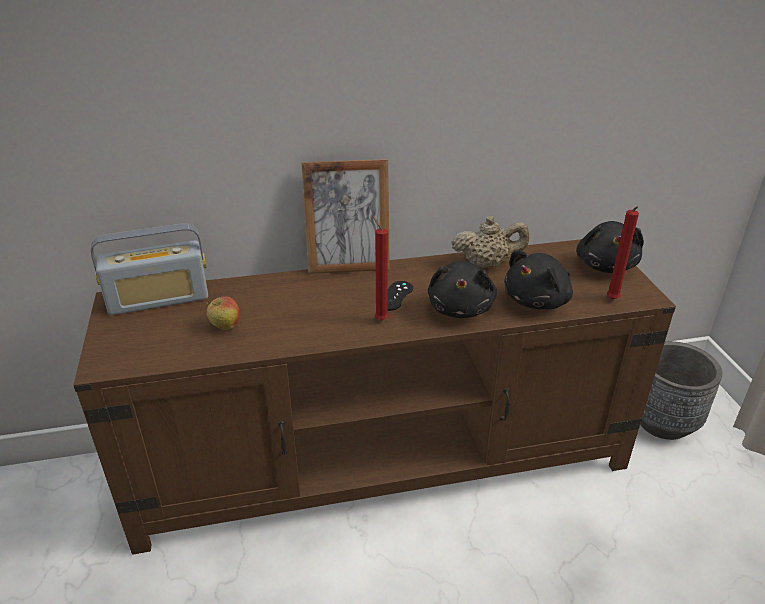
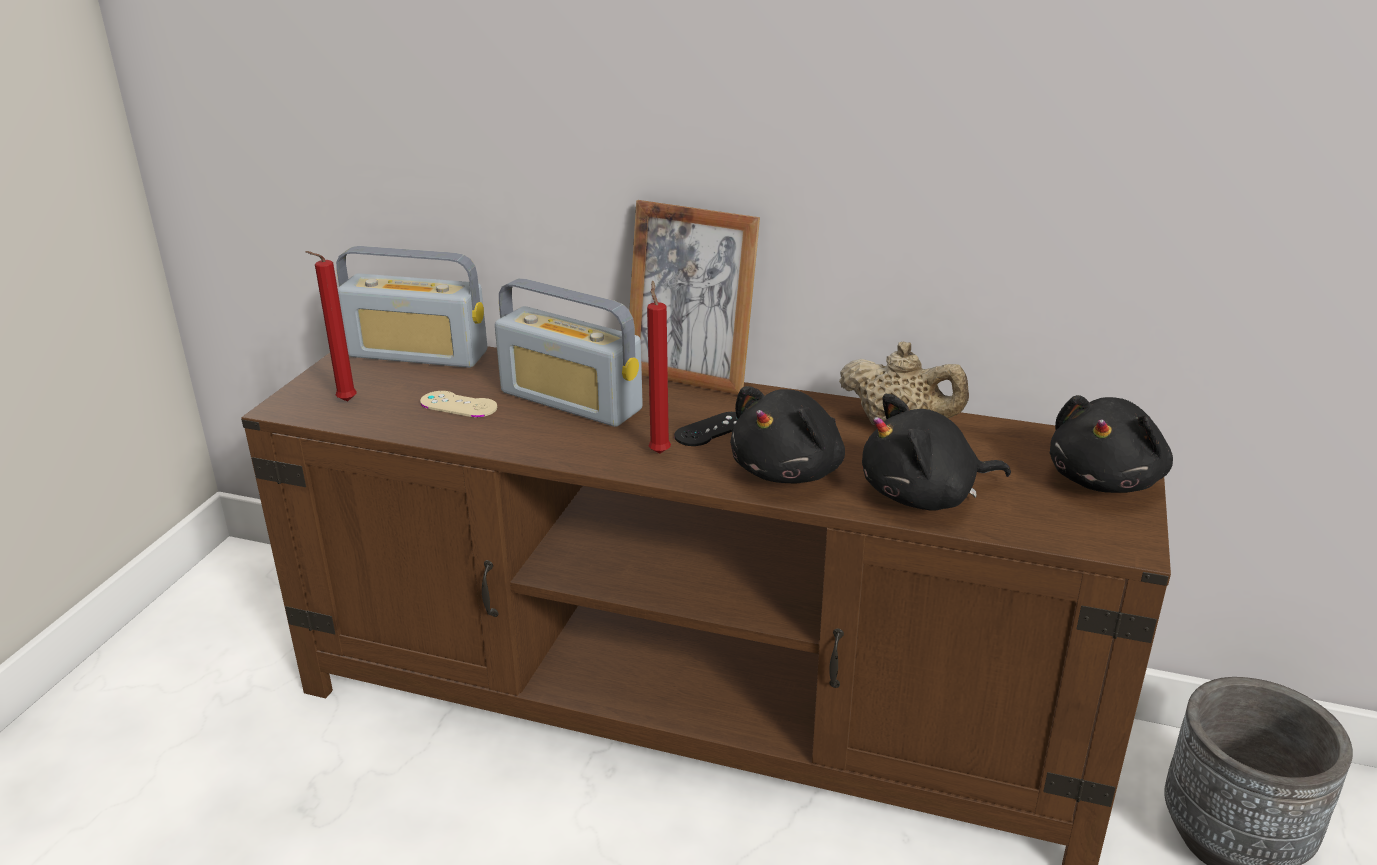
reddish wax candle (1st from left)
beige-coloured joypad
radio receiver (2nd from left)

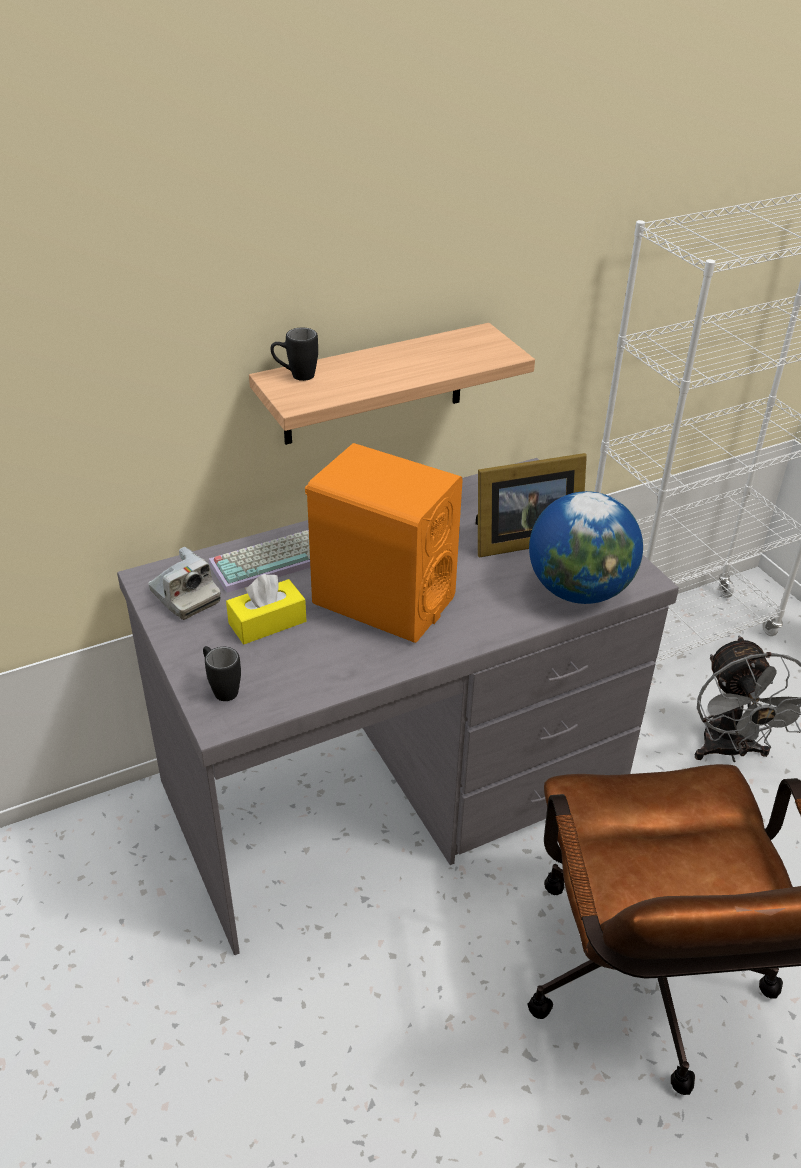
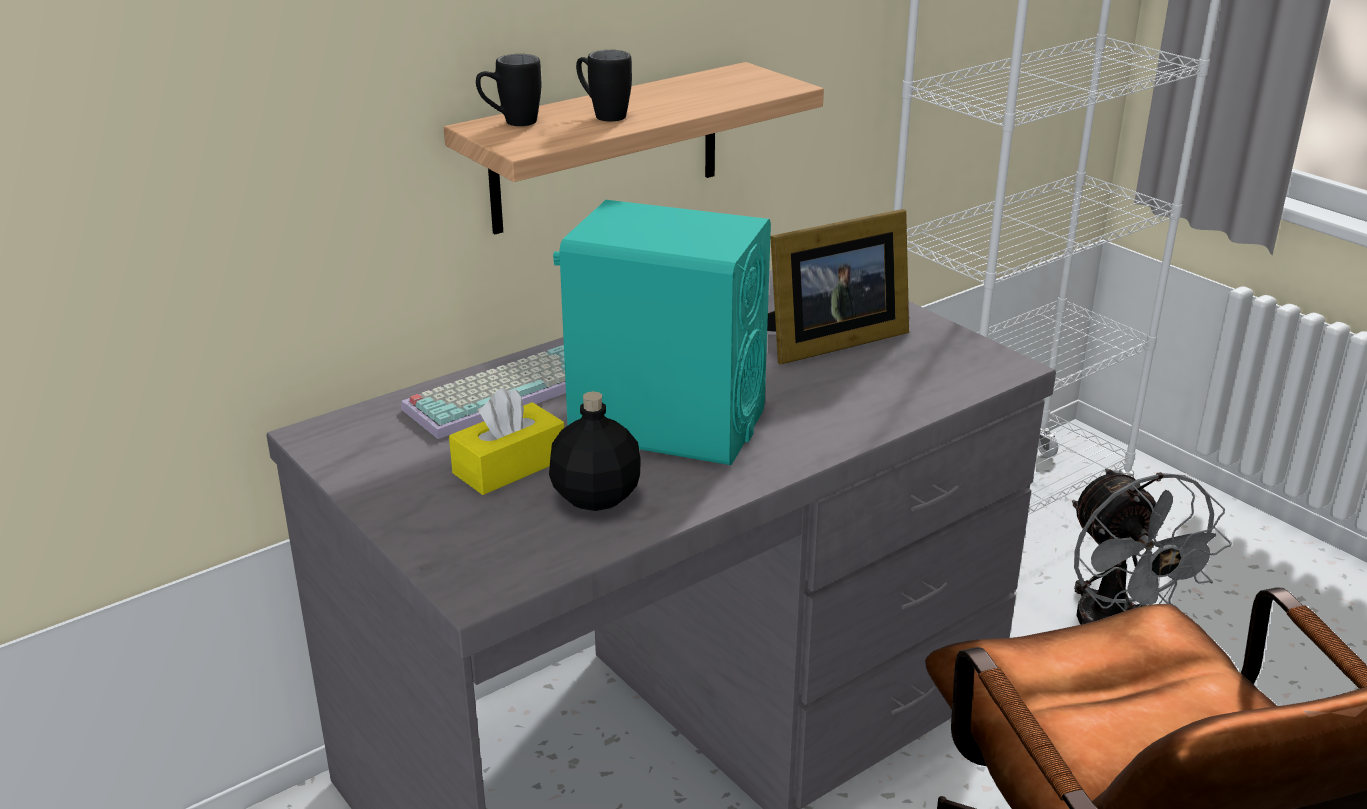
black-coloured bottle
blue-green loudspeaker
black-coloured mug (2nd from left)
photo camera
globe

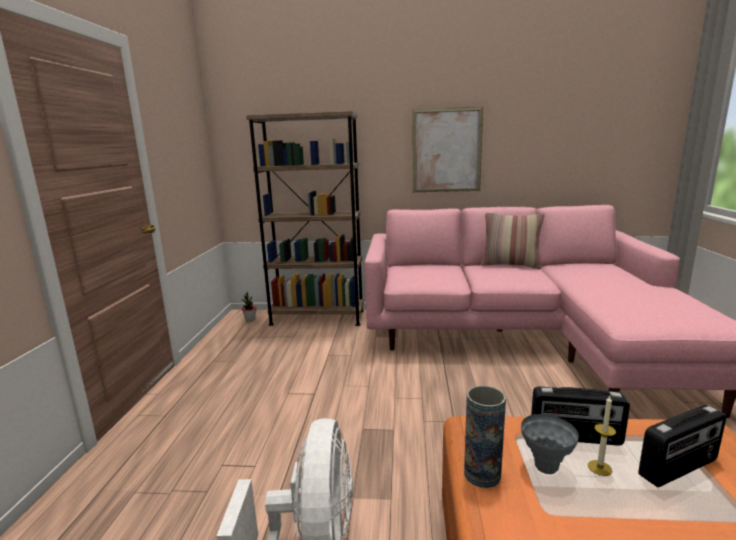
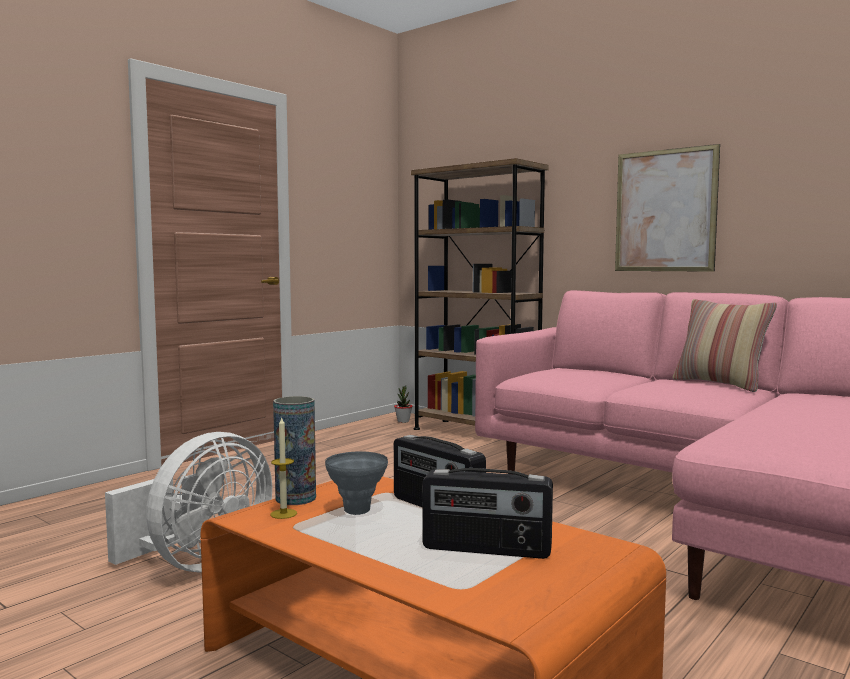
wax candle

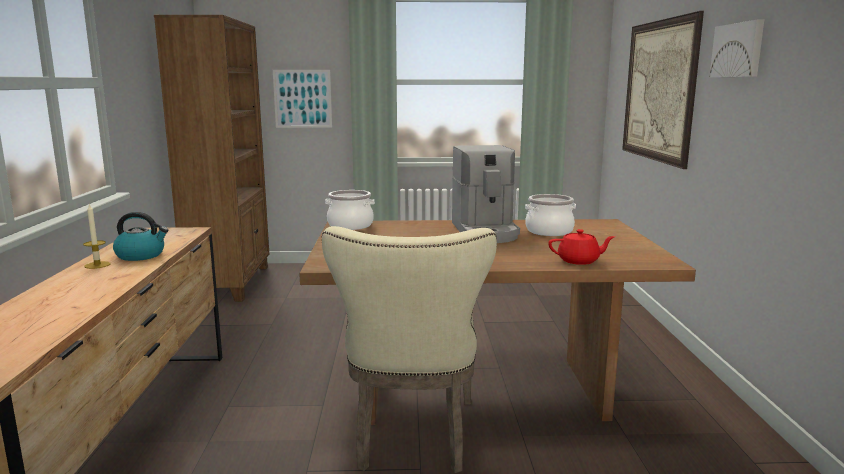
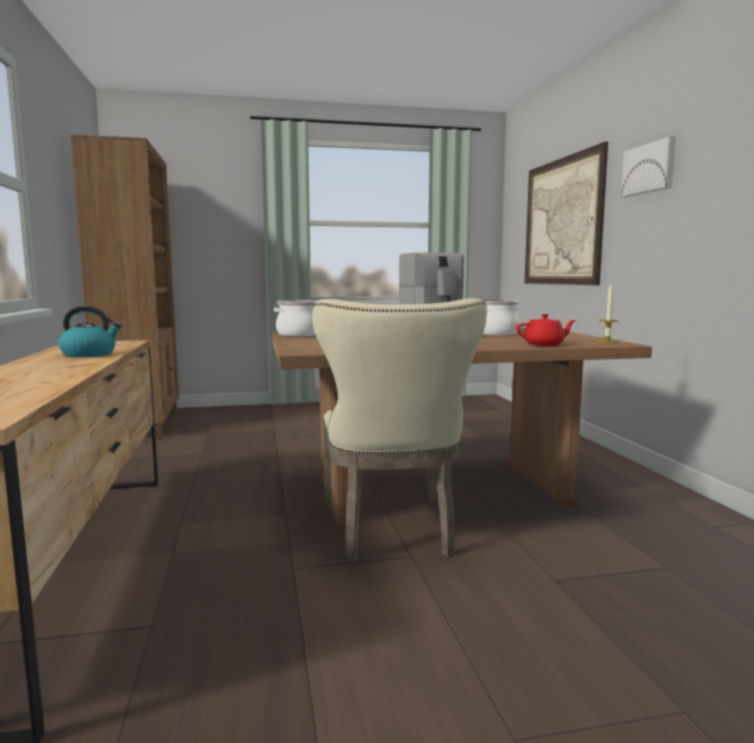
wax candle
wall art (1st from left in the first image)

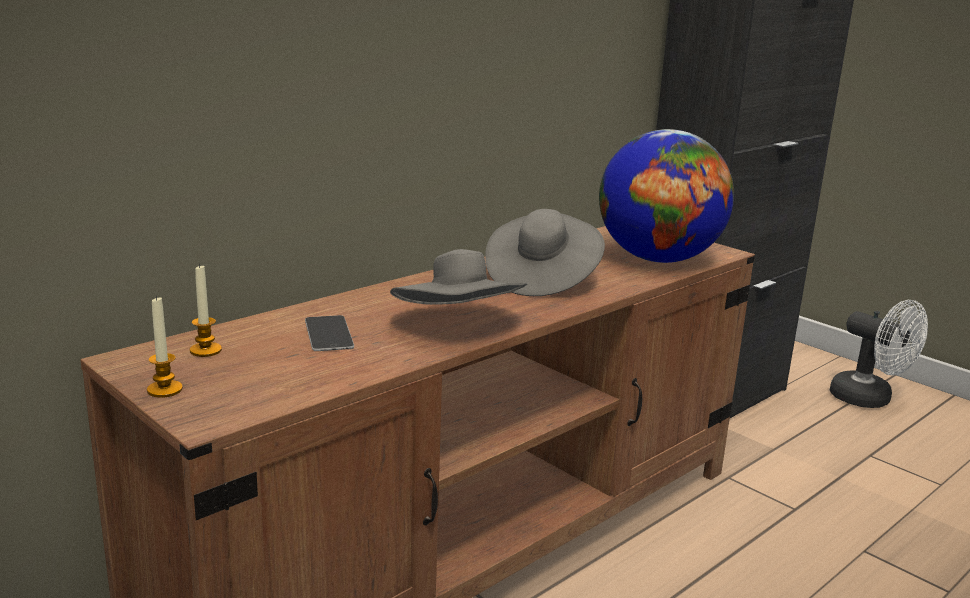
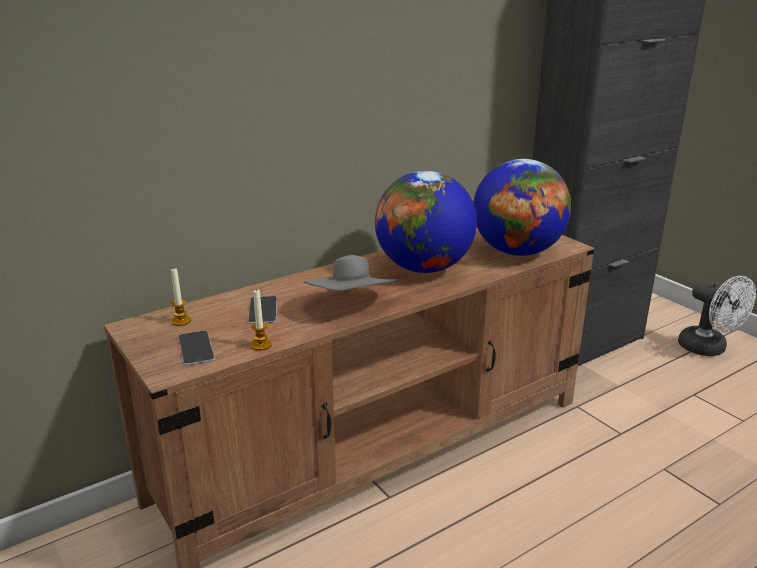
telephone (1st from left)
wax candle (2nd from left)
globe (1st from left)

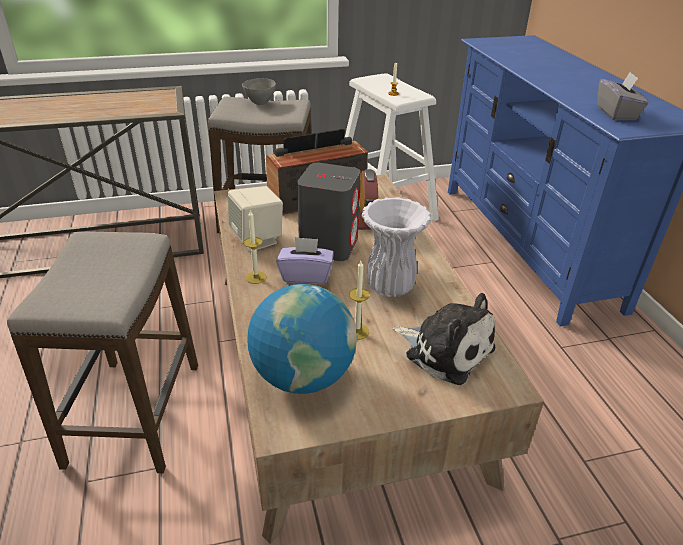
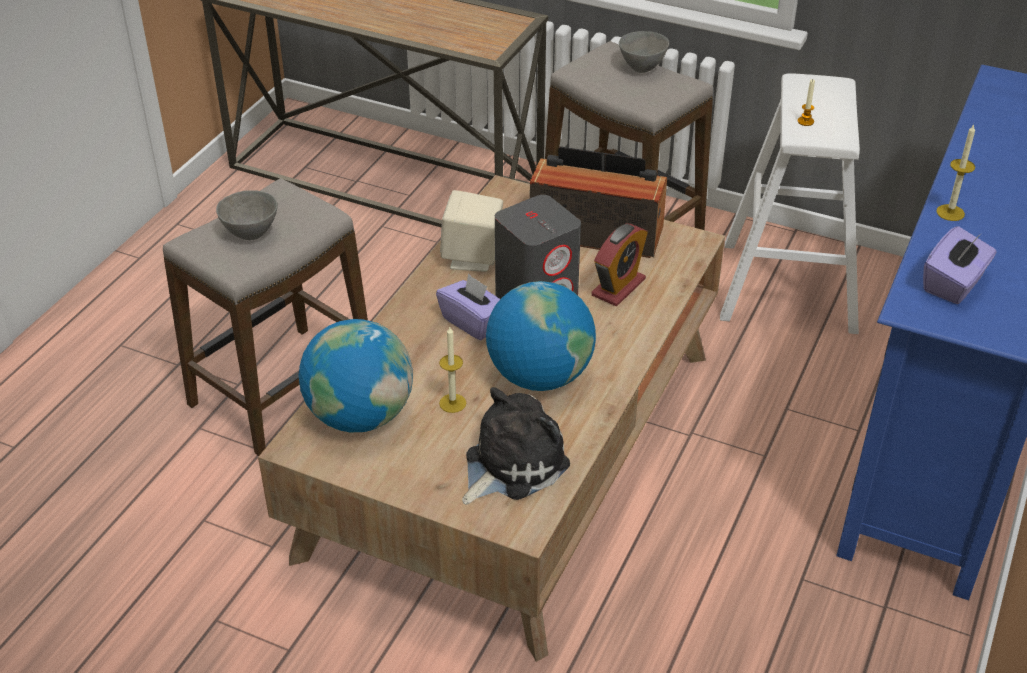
gray deep dish (1st from left)
plush toy
globe (2nd from left)
purple tissue box (2nd from left)
wax candle (3rd from left)

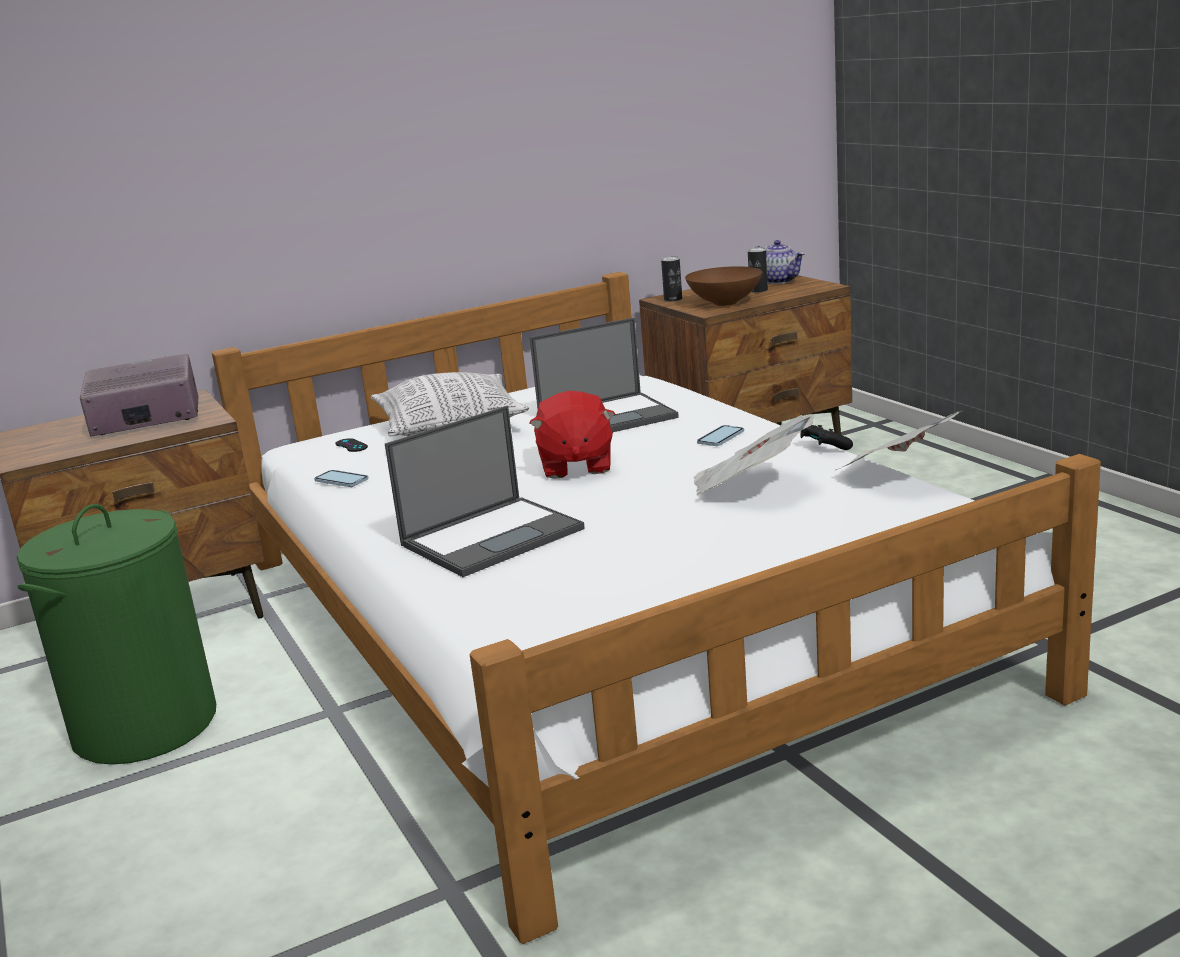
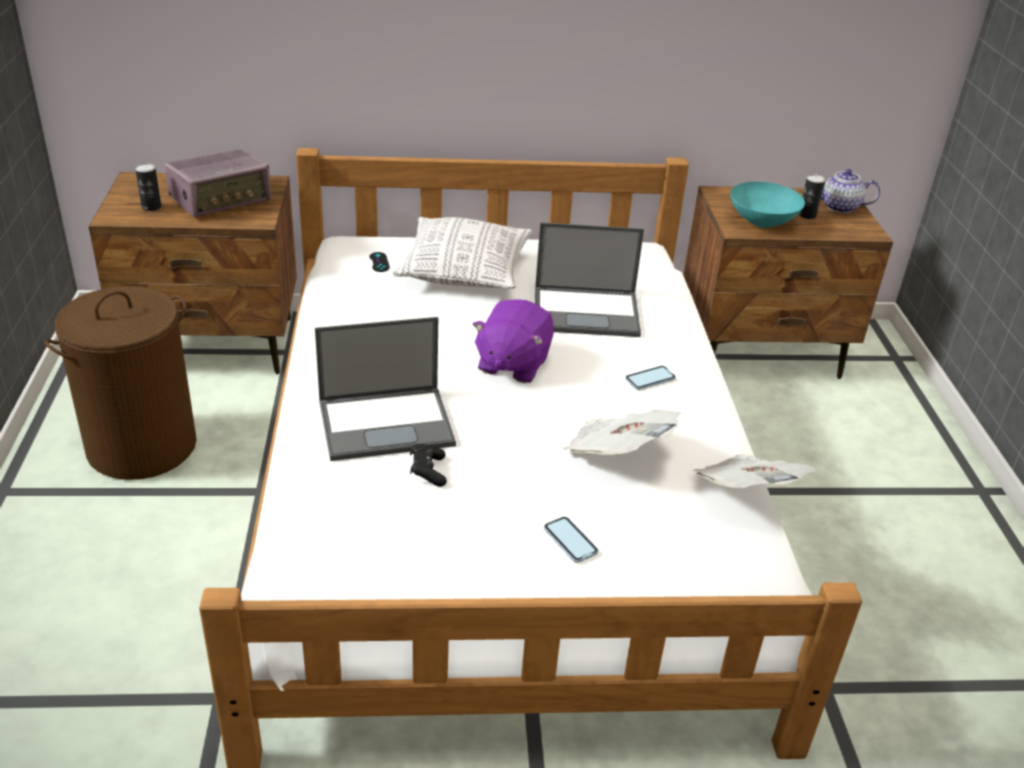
brown laundry basket
metal can (1st from left)
radio receiver
black-coloured joypad (2nd from left)
purple plush toy
telephone (1st from left)
blue-green deep dish
tea pot

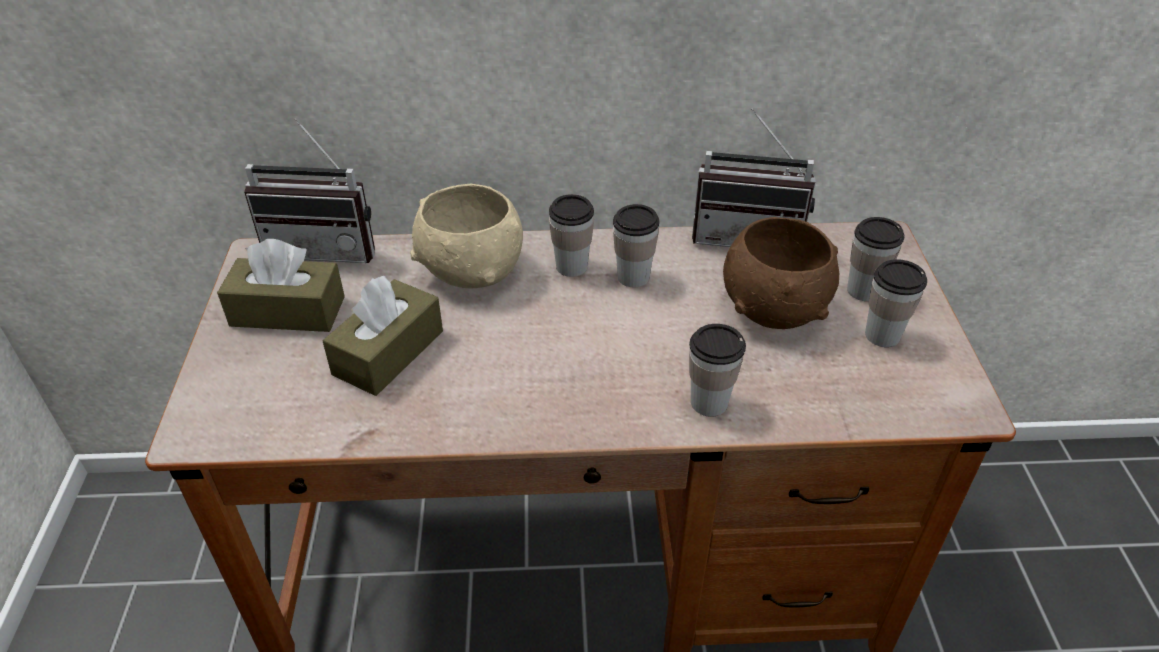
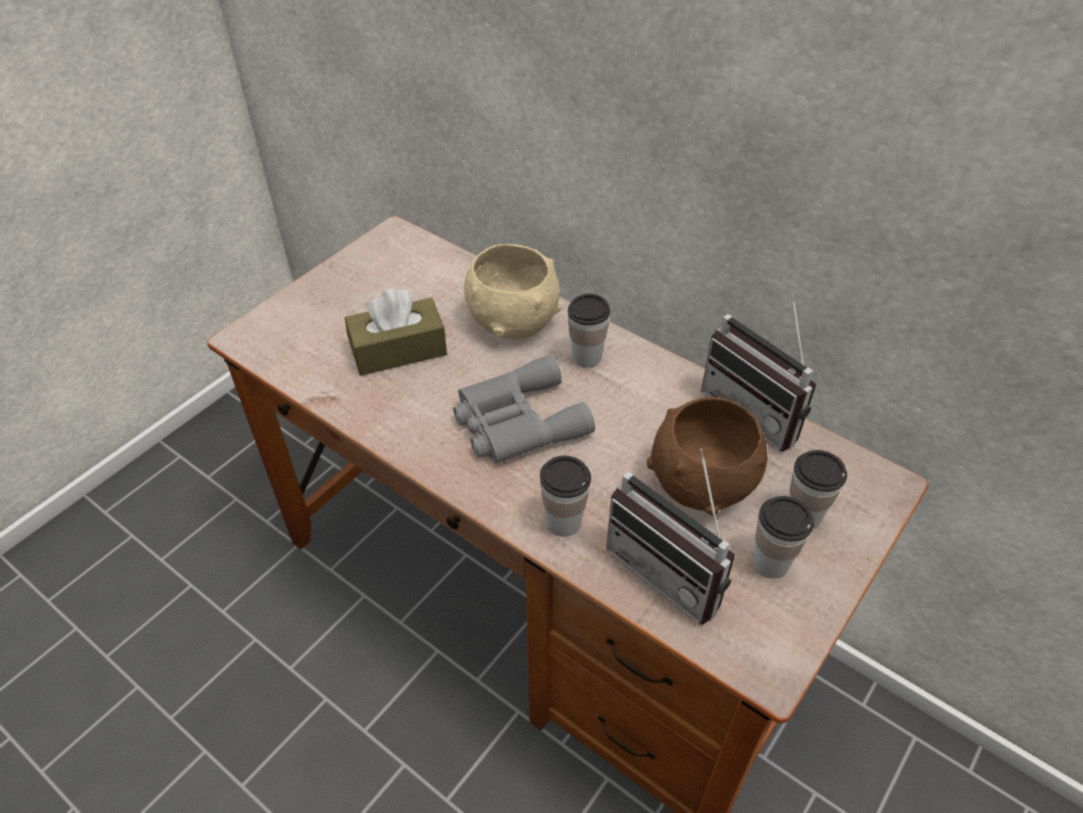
gray field glasses
radio receiver (1st from left)
brown tissue box (1st from left in the first image)
cup (2nd from left in the first image)

